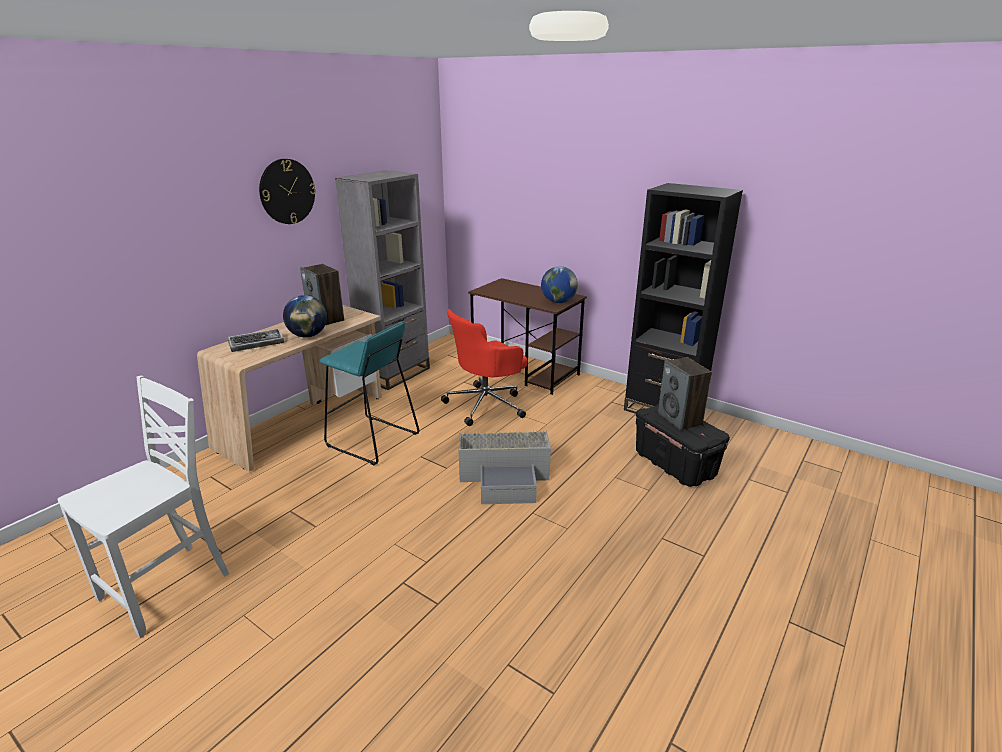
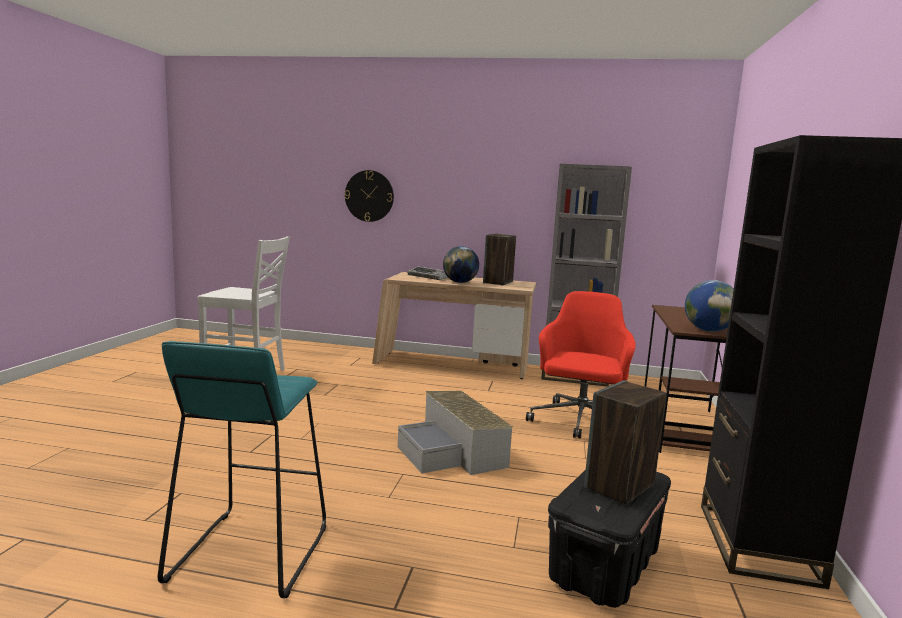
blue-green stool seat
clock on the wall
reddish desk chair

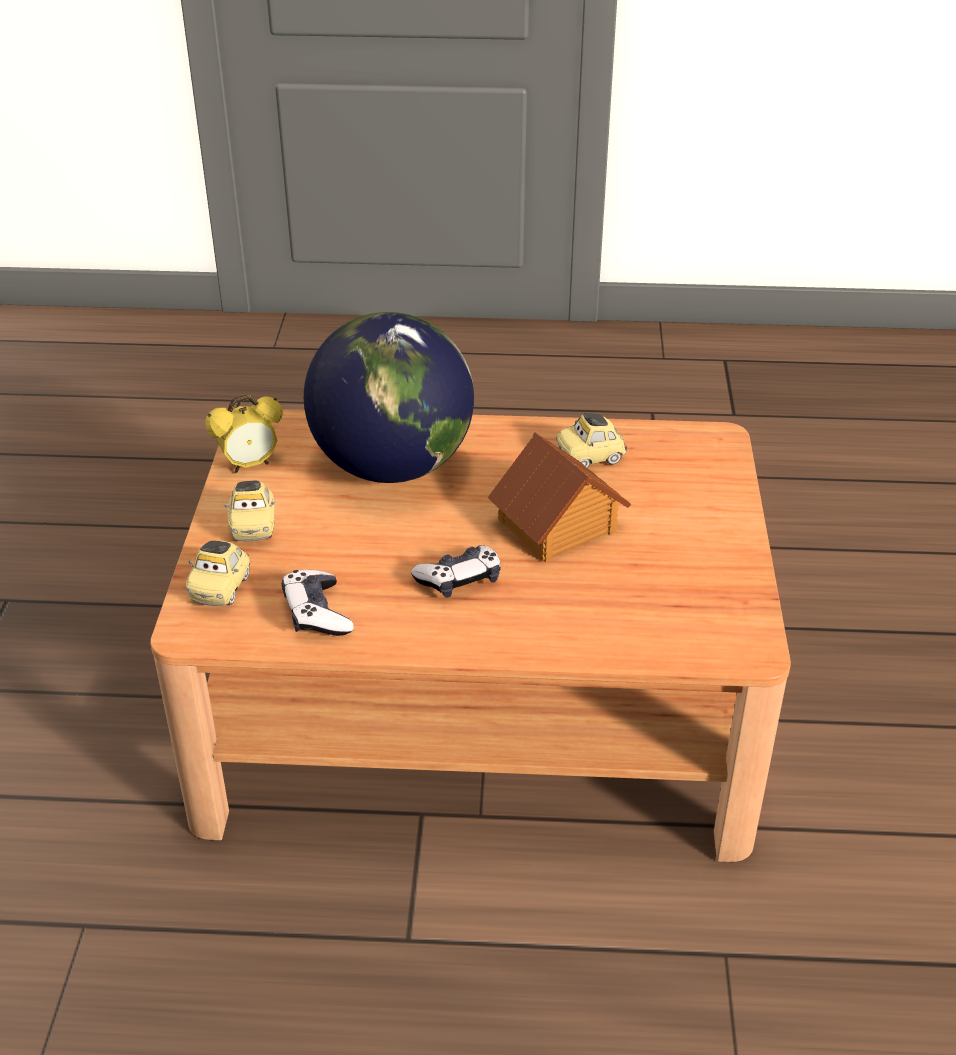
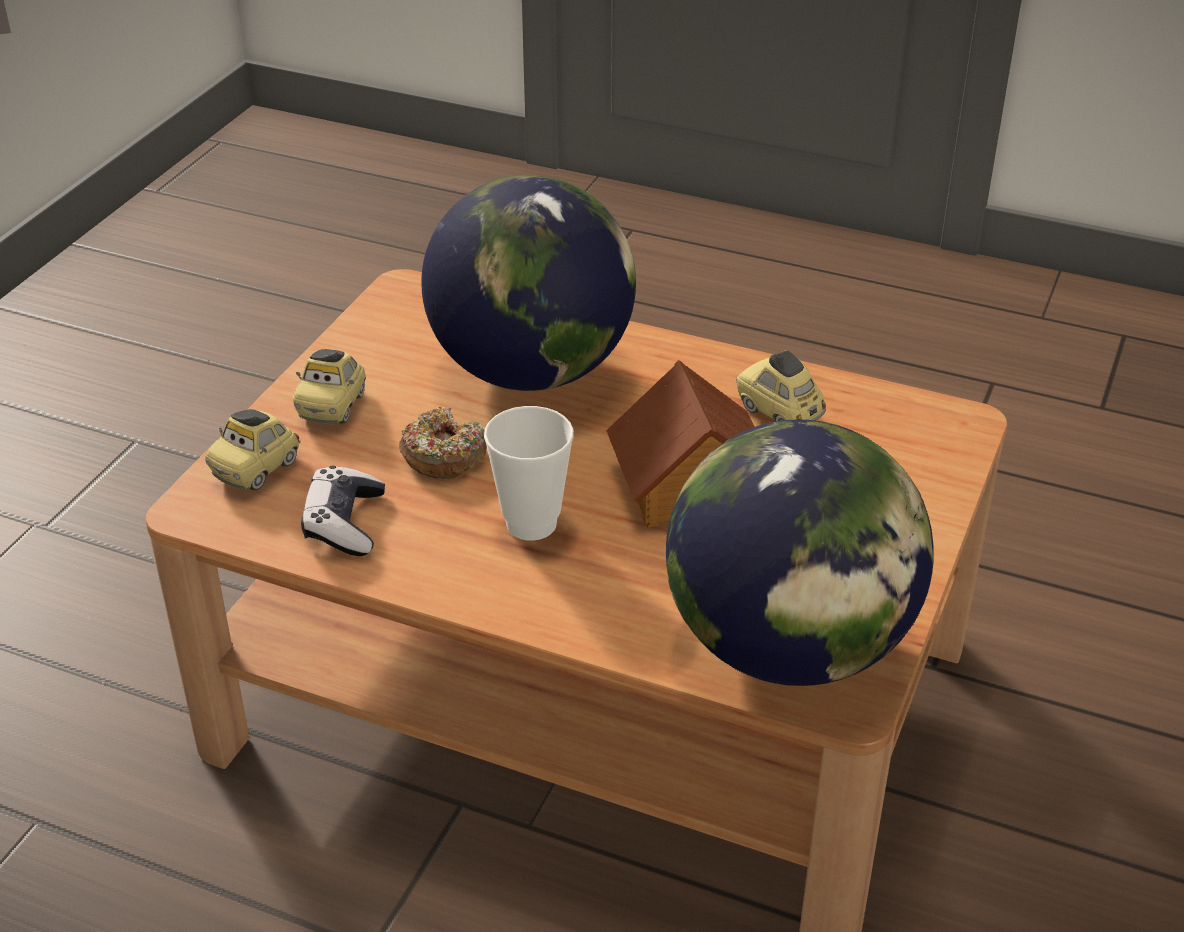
doughnut
cup
globe (2nd from left)
miniature car (3rd from left)
bedside clock

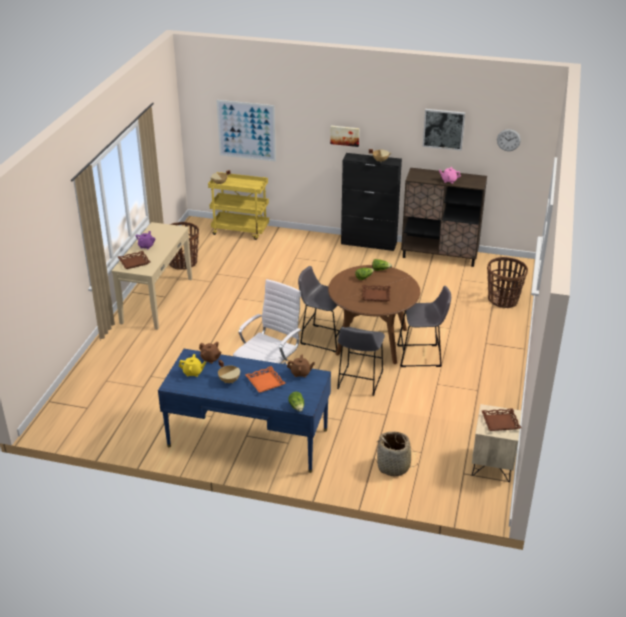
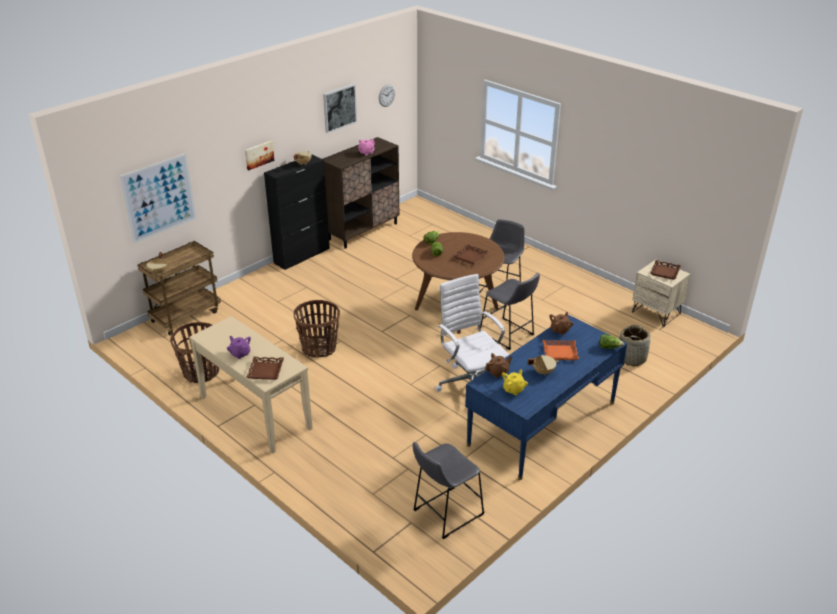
brown cart
household basket (2nd from left)
gray stool seat (1st from left)

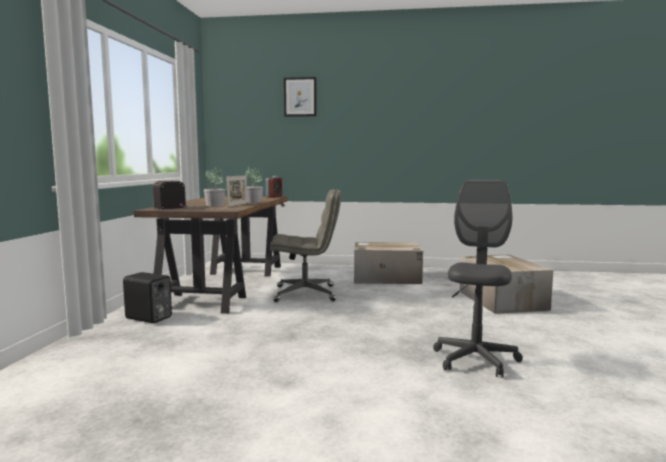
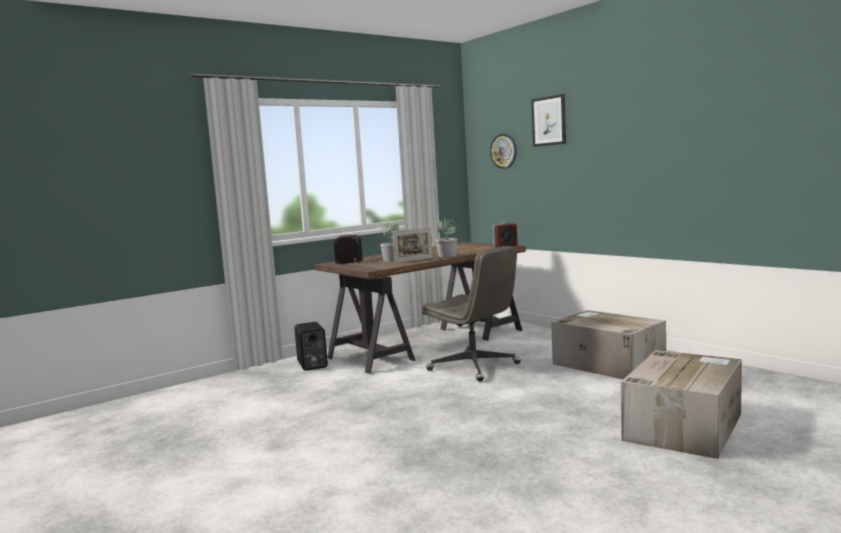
clock on the wall
gray desk chair (2nd from left in the first image)

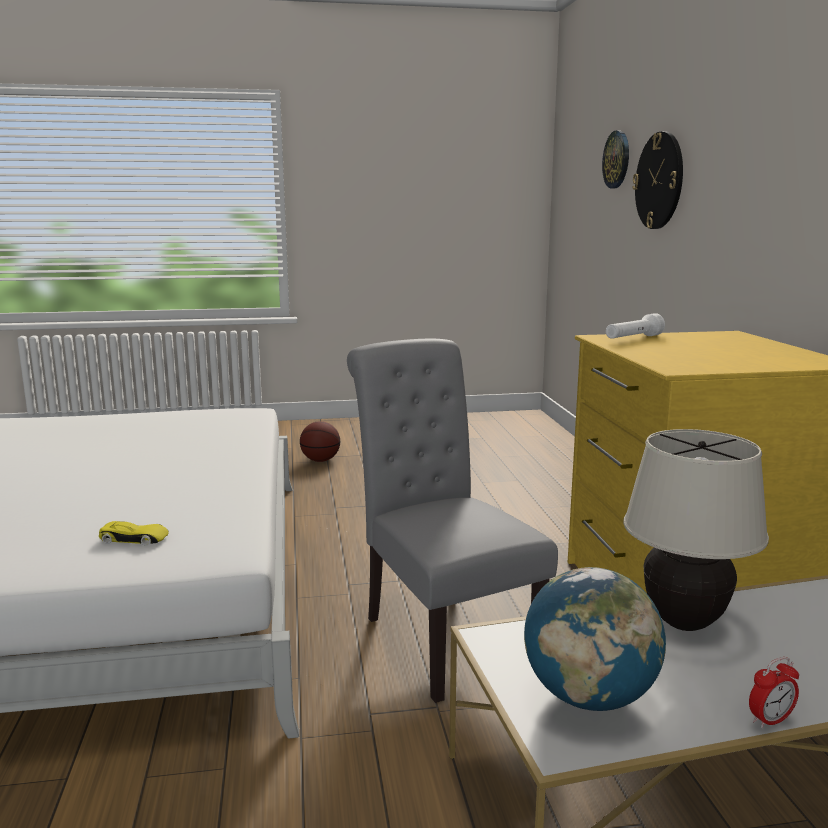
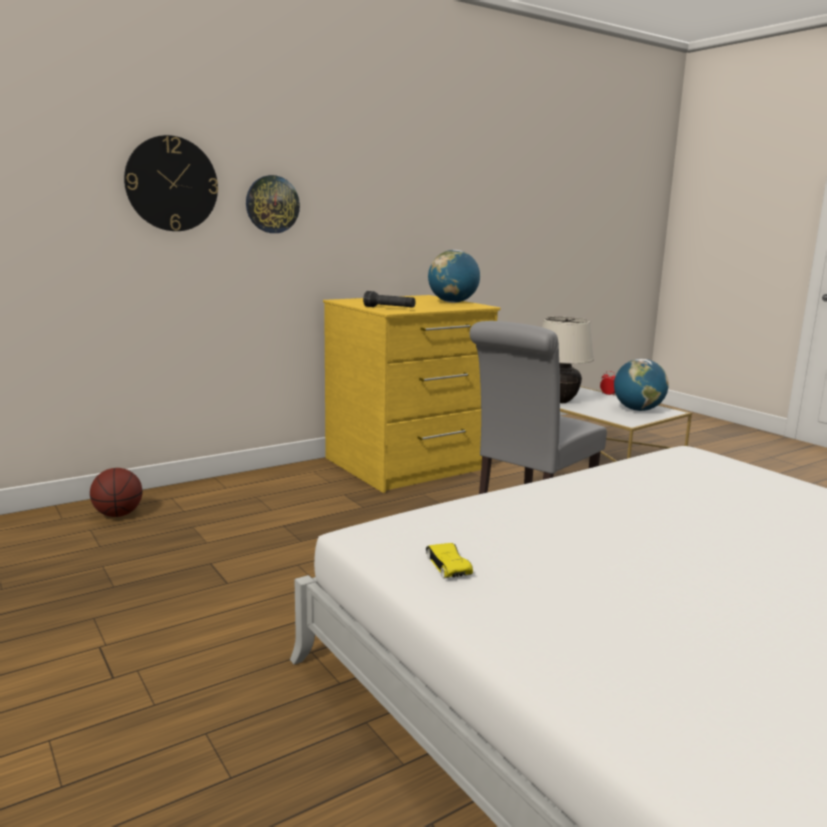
basketball
clock on the wall (2nd from left)
black-coloured torch
yellowish miniature car
globe (1st from left)

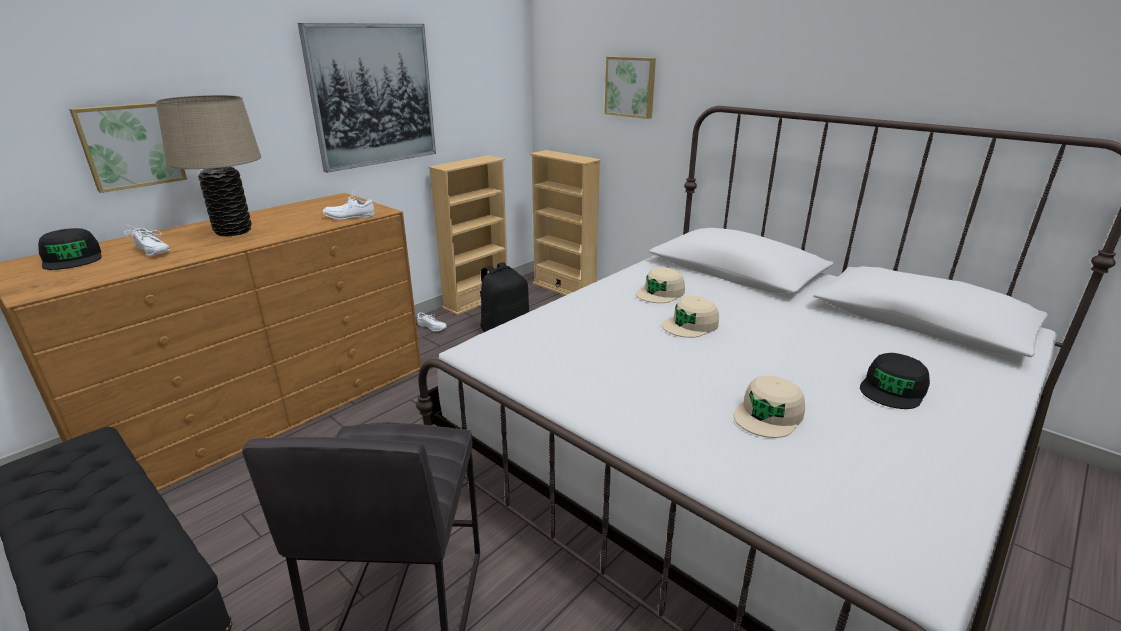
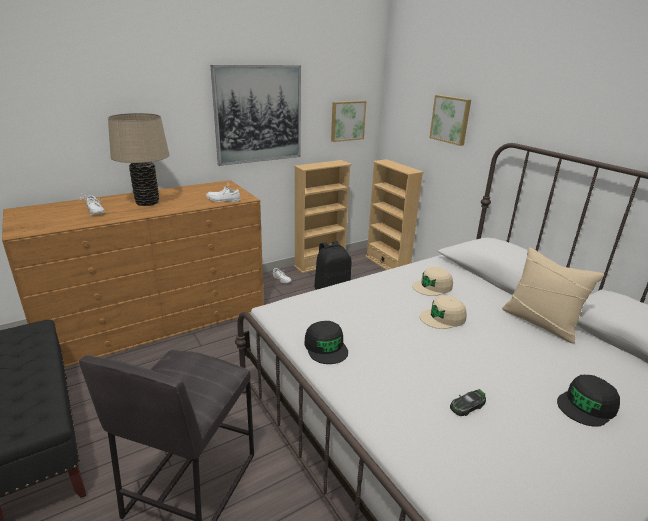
black-coloured cap (1st from left)
wall art (2nd from left)
miniature car
beige-coloured pillow

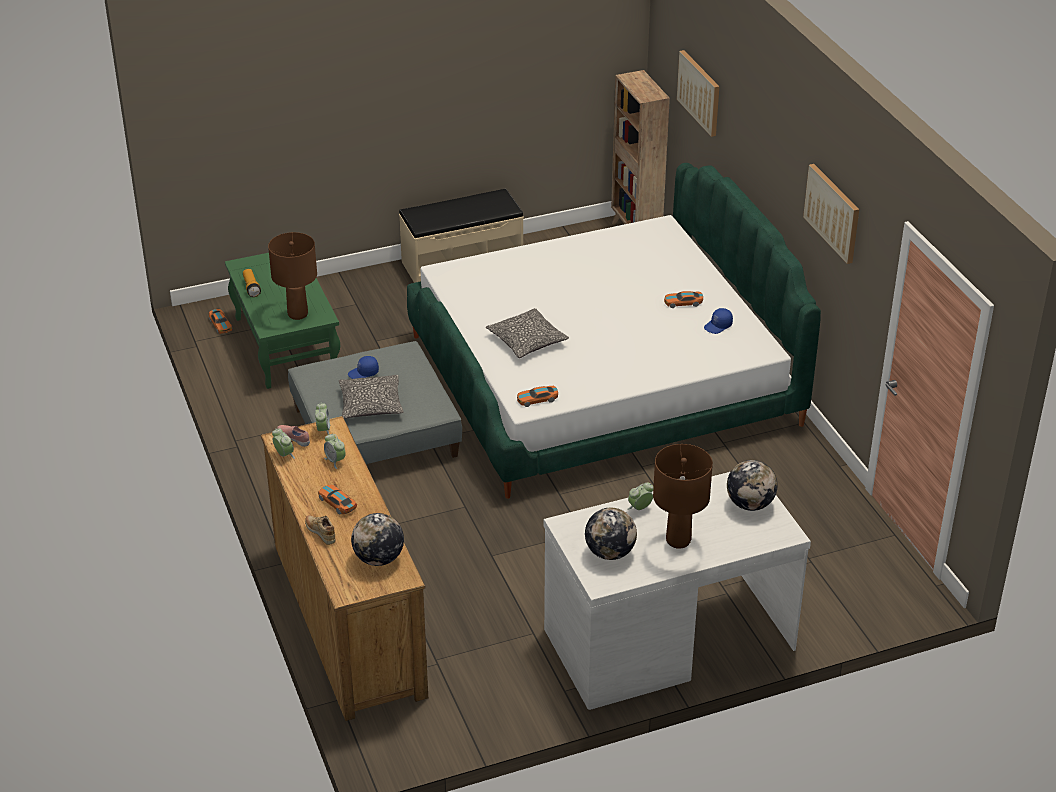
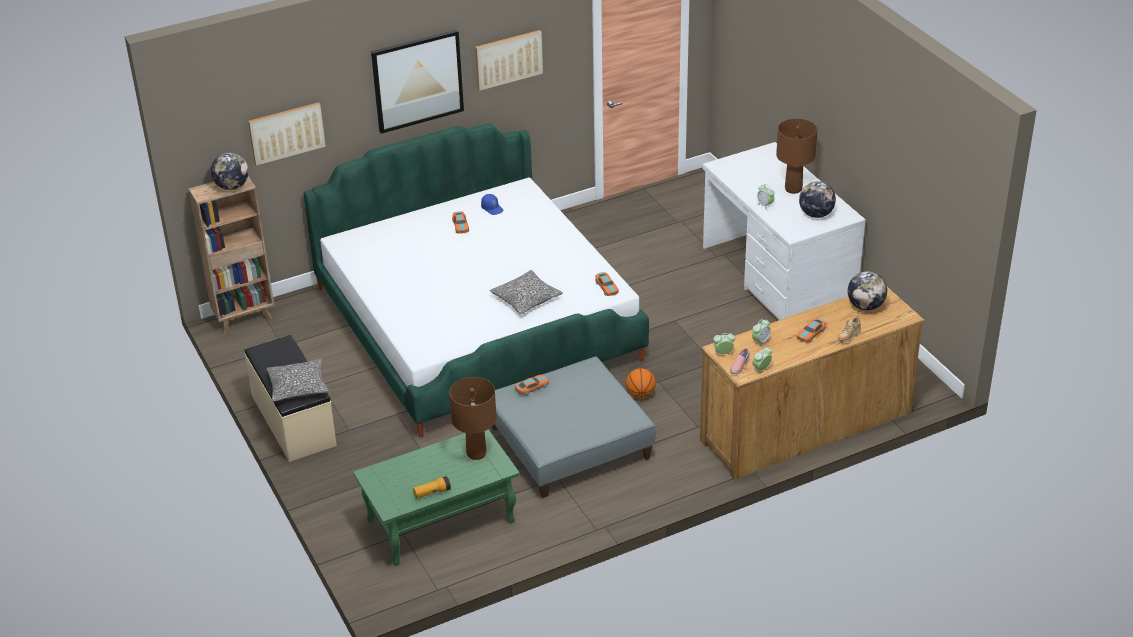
globe (1st from left)
pillow (1st from left)
wall art (2nd from left)
miniature car (2nd from left)
basketball
blue cap (1st from left in the first image)

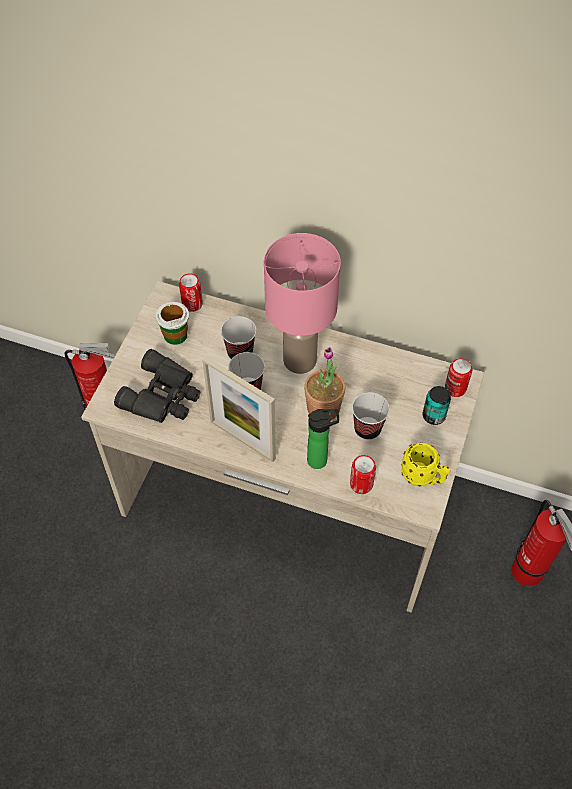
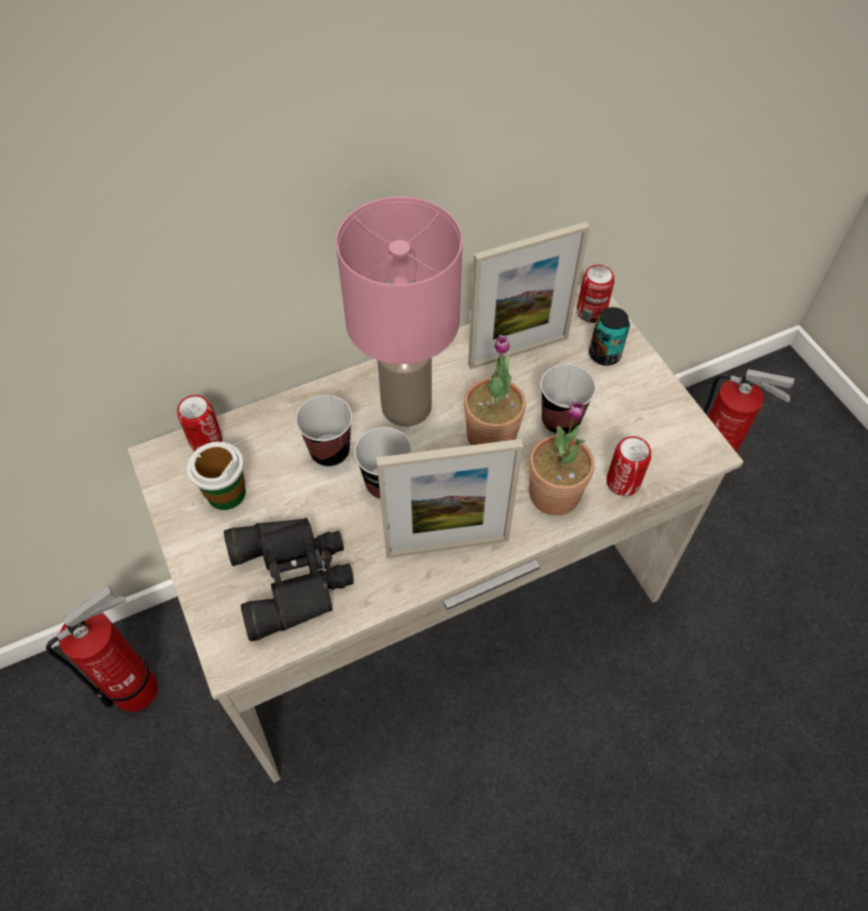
picture frame (2nd from left)
houseplant (2nd from left)
yellowish mug

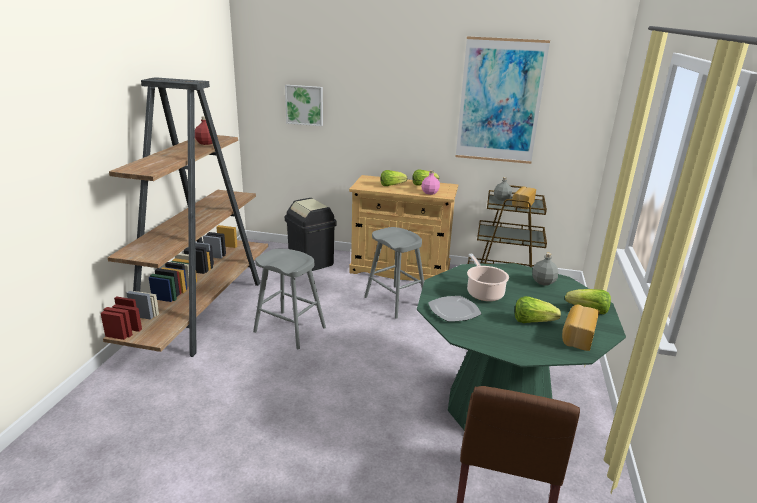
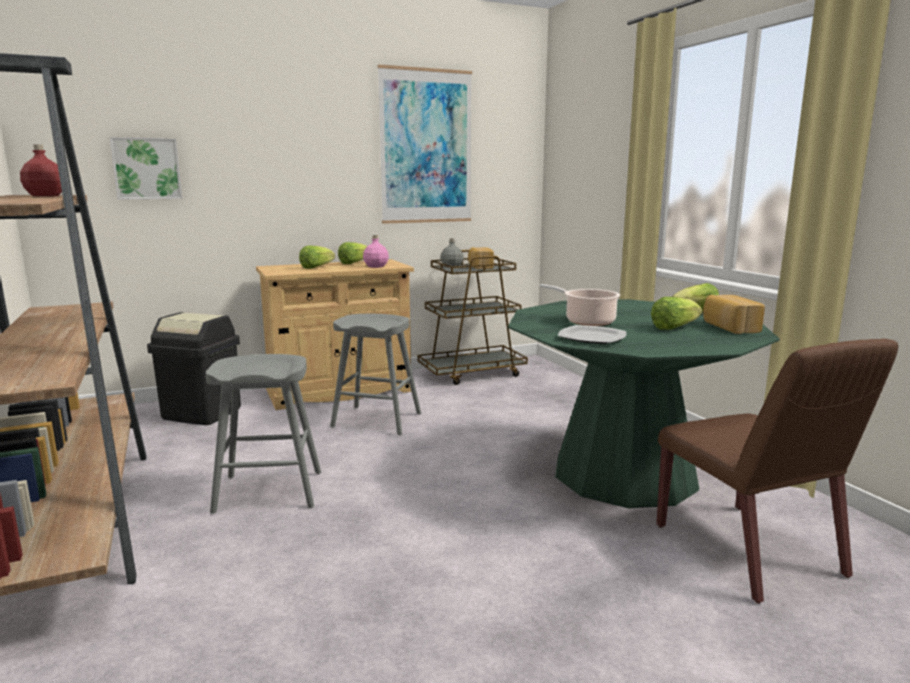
gray bottle (2nd from left in the first image)

